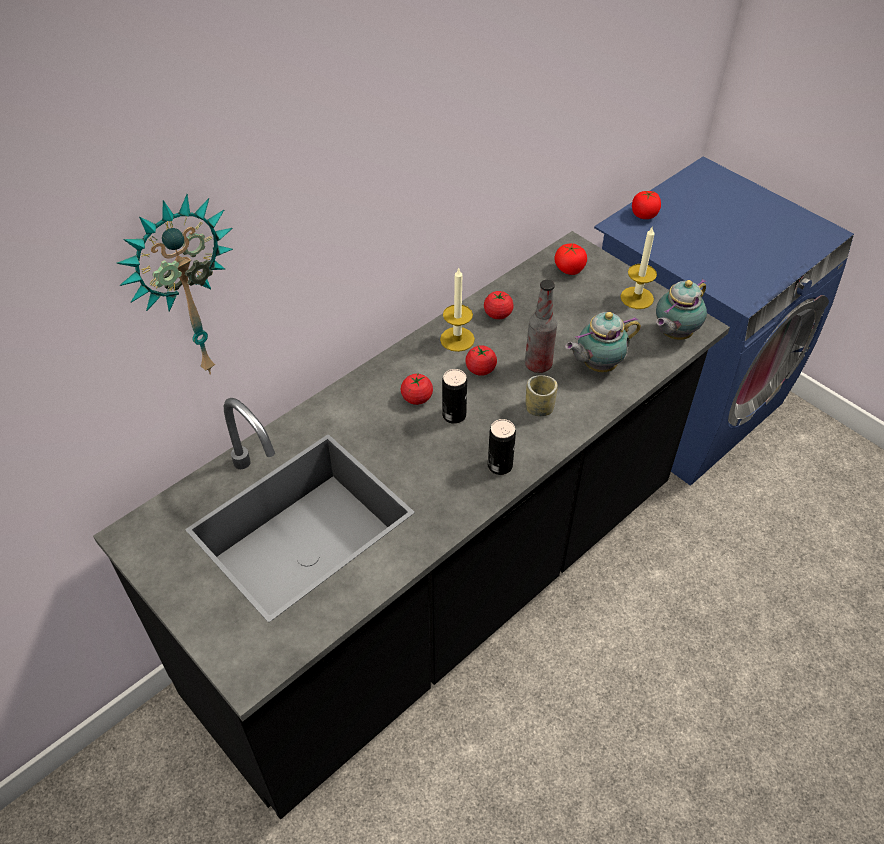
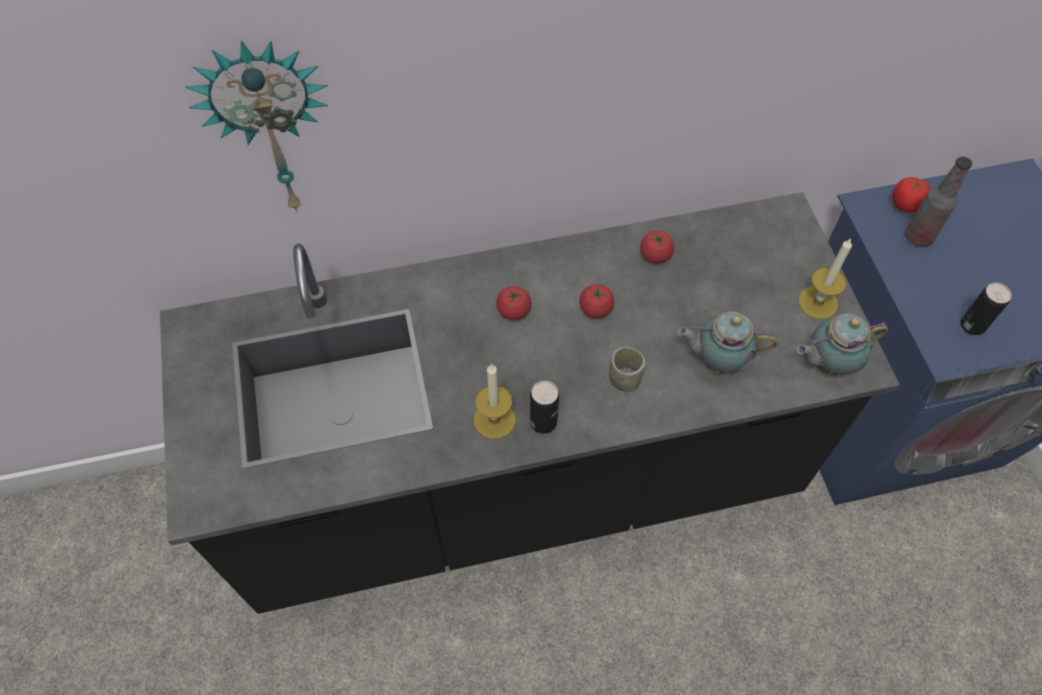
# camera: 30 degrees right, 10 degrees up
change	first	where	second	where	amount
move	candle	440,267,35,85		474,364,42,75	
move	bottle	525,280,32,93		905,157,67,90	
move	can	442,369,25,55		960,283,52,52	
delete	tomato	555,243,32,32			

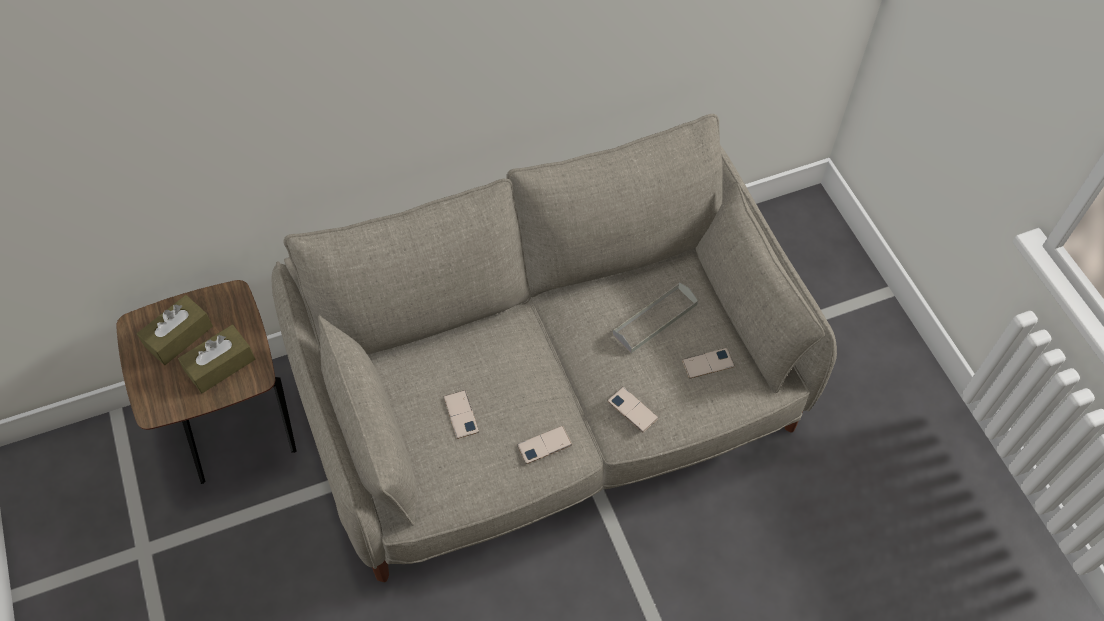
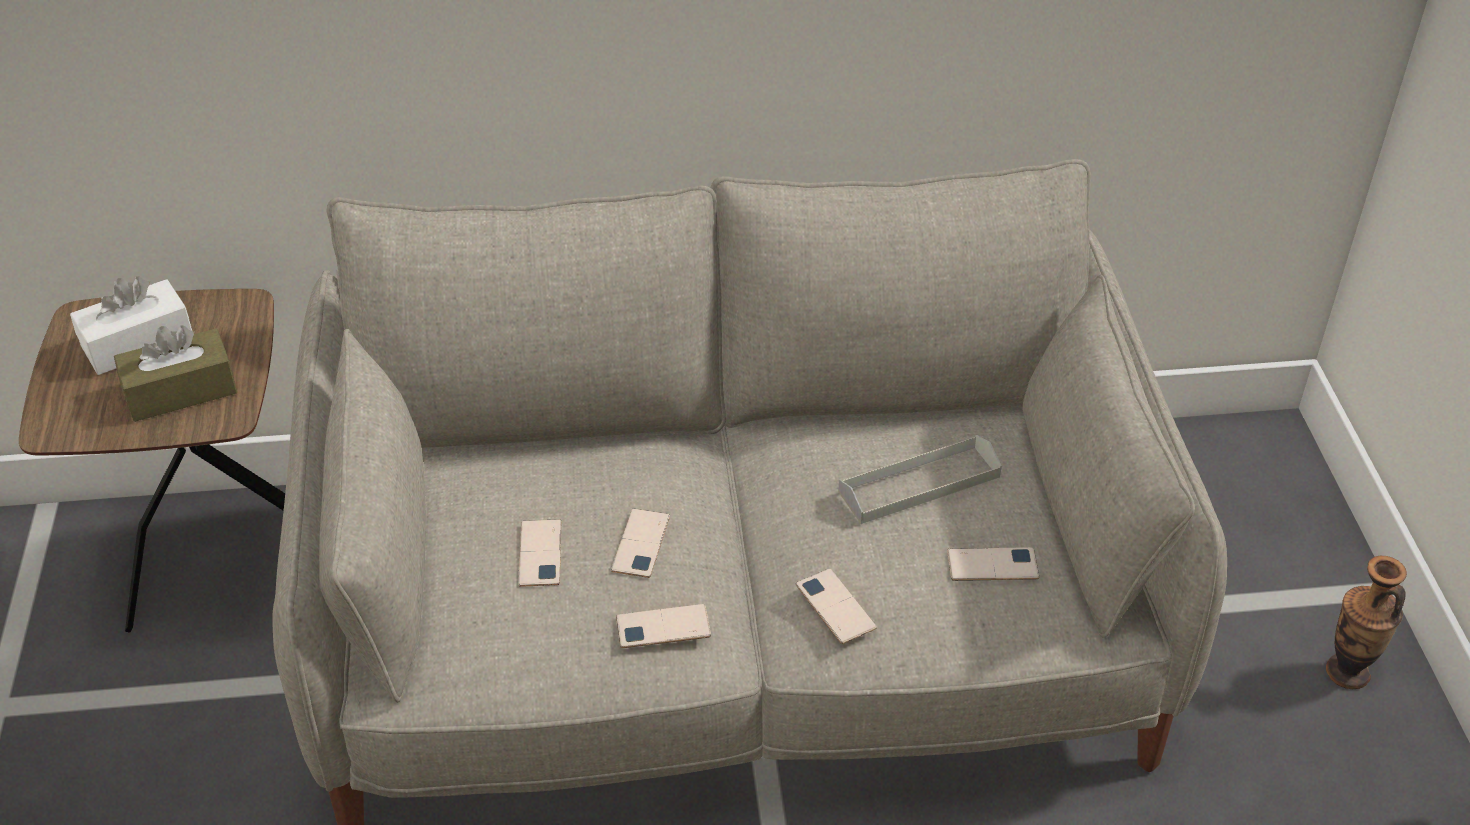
# camera: 15 degrees right, 15 degrees down
change	first	where	second	where	amount
recolor	brown tissue box	137,295,76,70	white tissue box	70,276,122,99	
insert			phone	611,508,59,70	
insert			vase	1326,556,81,133	

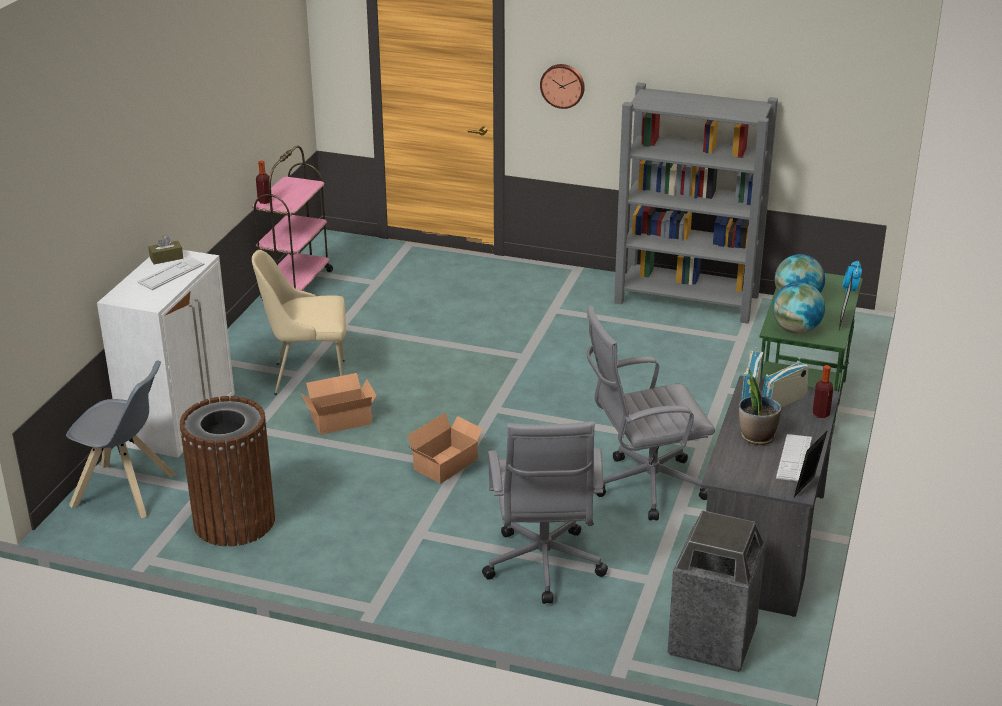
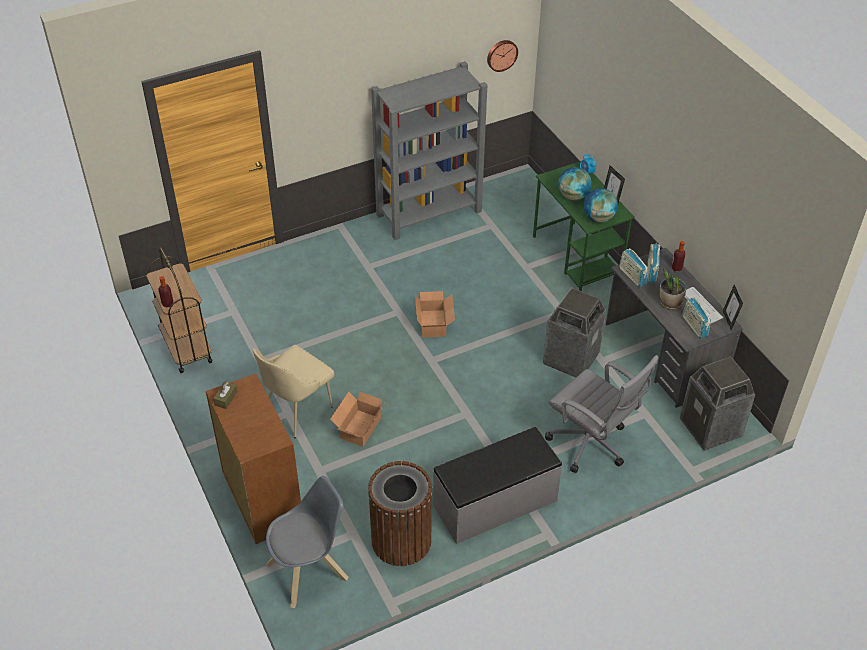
# camera: 45 degrees left, 15 degrees up
change	first	where	second	where	amount
recolor	pink cart	252,146,81,155	brown cart	146,248,67,125	
recolor	white cabinet	97,250,138,207	brown cabinet	206,374,95,170	
move	cardboard box	407,413,80,71		415,291,40,47	
insert			grey bench	433,427,129,117	
move	wall clock	540,64,45,45		487,40,31,32	
replace	grey office chair	587,305,128,215	trash can	543,287,63,91	
insert			radio	682,297,29,42	
delete	keyboard	137,256,68,34			

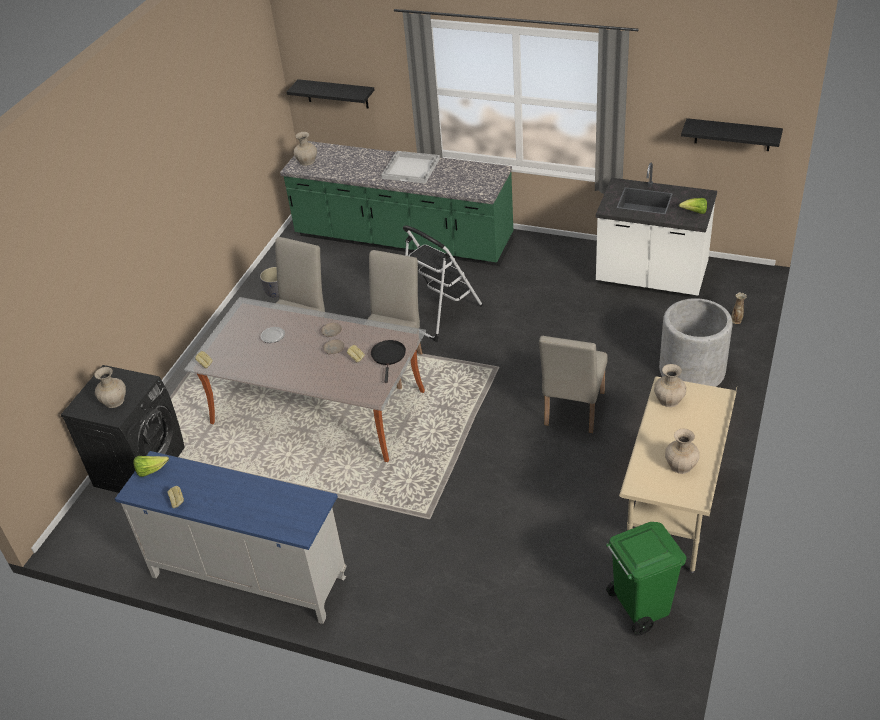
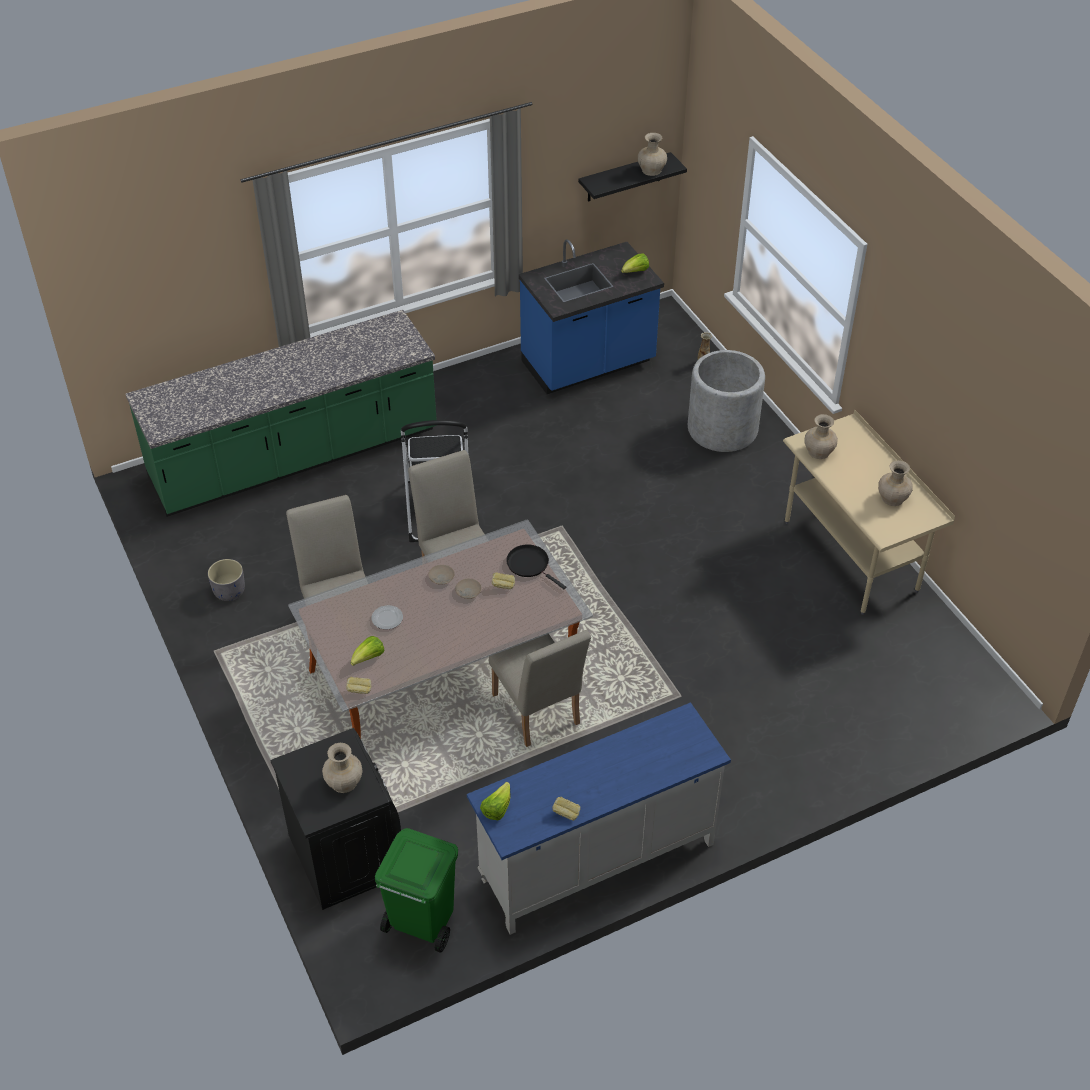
# camera: 50 degrees left, 5 degrees up
change	first	where	second	where	amount
insert			lettuce	351,636,33,30	
move	green trash can	606,522,81,114		375,828,83,125	
move	beige chair	539,336,69,97		489,630,102,117	
recolor	white counter	596,162,121,137	blue counter	519,239,145,155	
move	beige vase	294,132,23,34		638,133,29,43	
delete	black shelf	287,79,87,30			
delete	white tray	381,151,59,33			

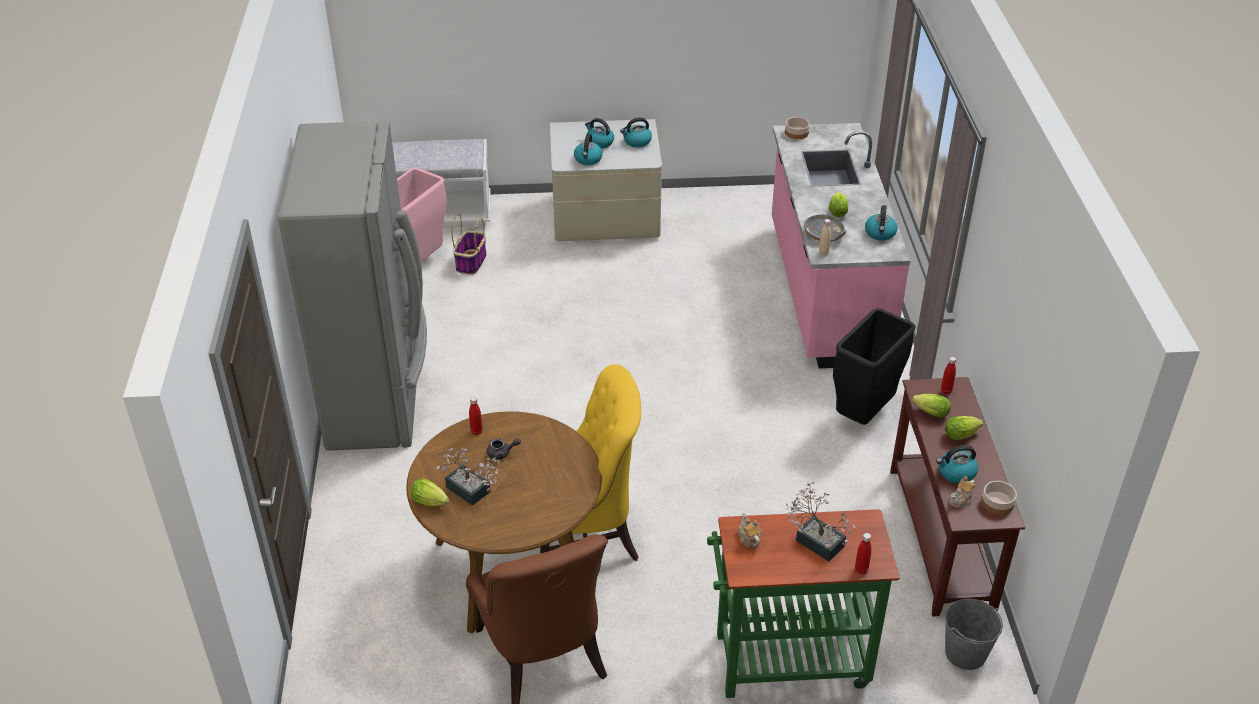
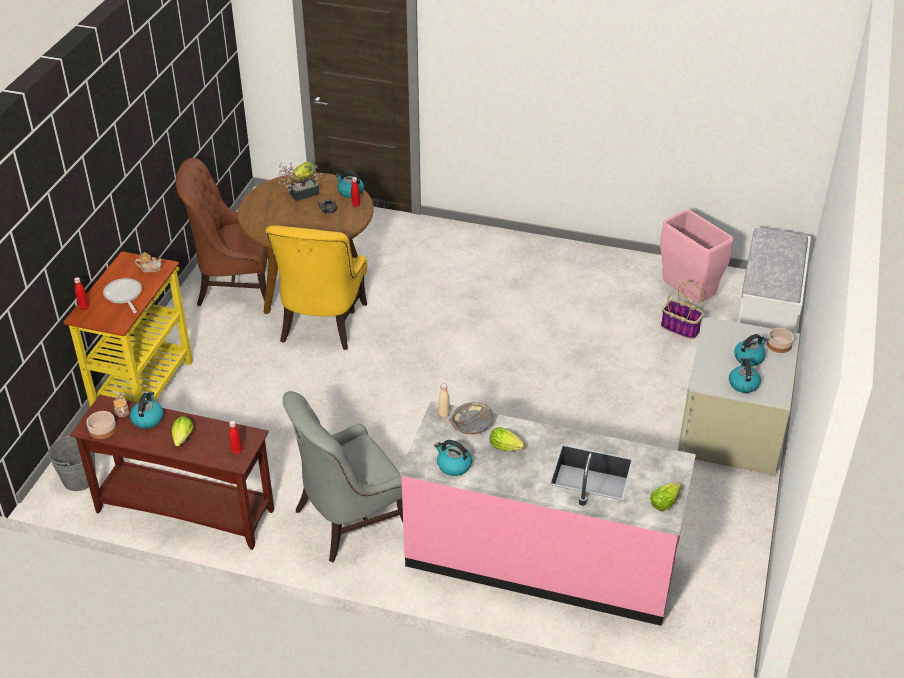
# camera: 110 degrees right, 0 degrees up
change	first	where	second	where	amount
recolor	green cart	707,509,193,189	yellow cart	64,251,129,156	
replace	potted plant	786,482,71,79	frying pan	103,278,39,35	
replace	black trash can	833,308,82,117	grey chair	283,391,120,172	
move	kettle	574,134,29,31		335,170,29,28	
move	lettuce	912,394,39,24		650,483,31,28	
move	bowl	785,117,25,22		767,328,27,25	
delete	grey fridge	278,120,149,331			

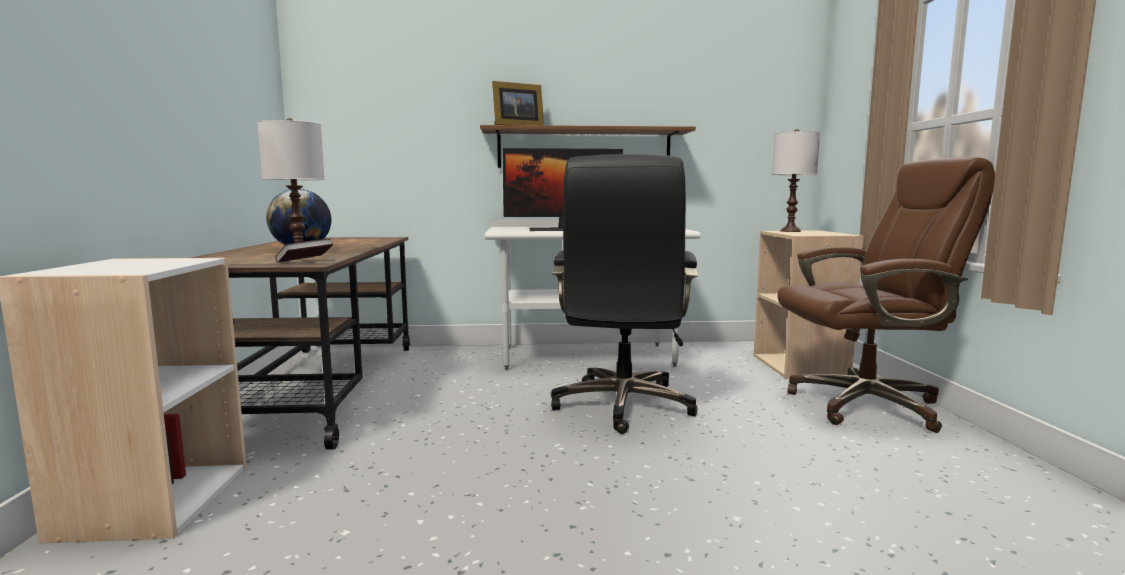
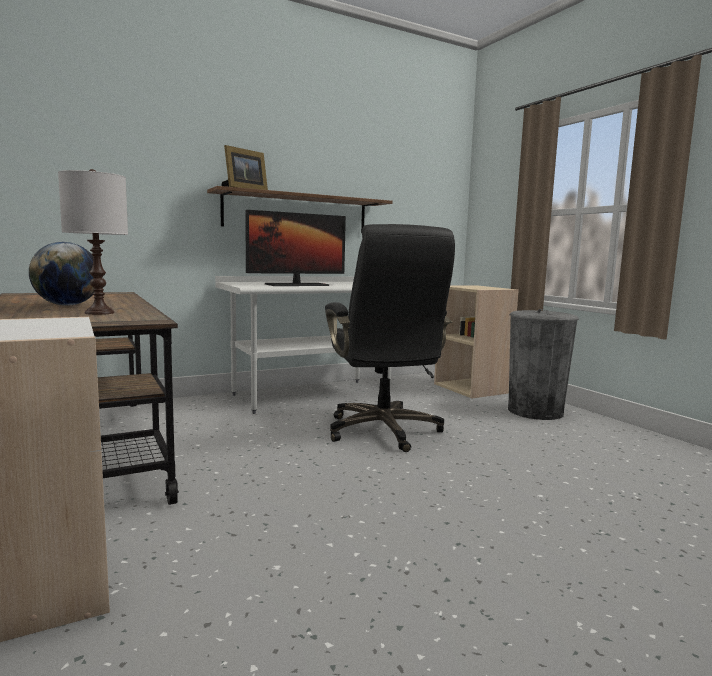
# camera: 25 degrees left, 0 degrees up
change	first	where	second	where	amount
replace	brown office chair	777,157,218,276	grey trash can	508,309,71,111	
delete	book	275,239,58,24			
delete	white table lamp	772,129,48,103			

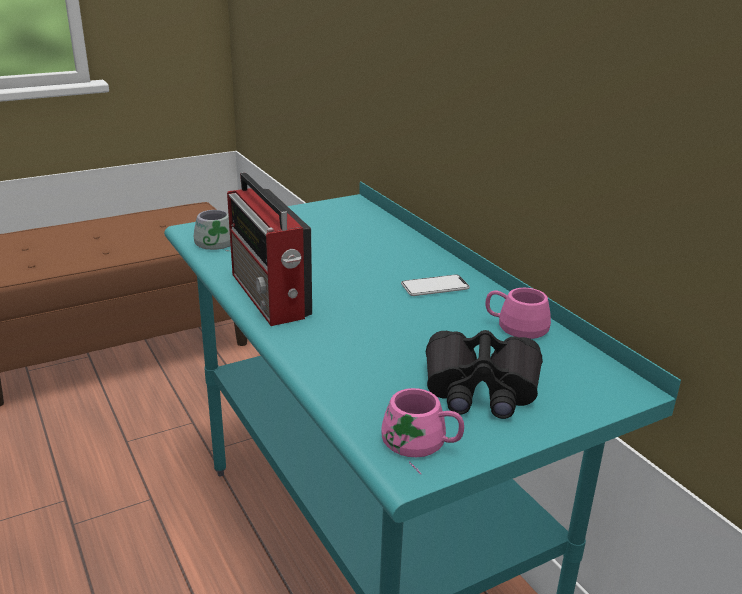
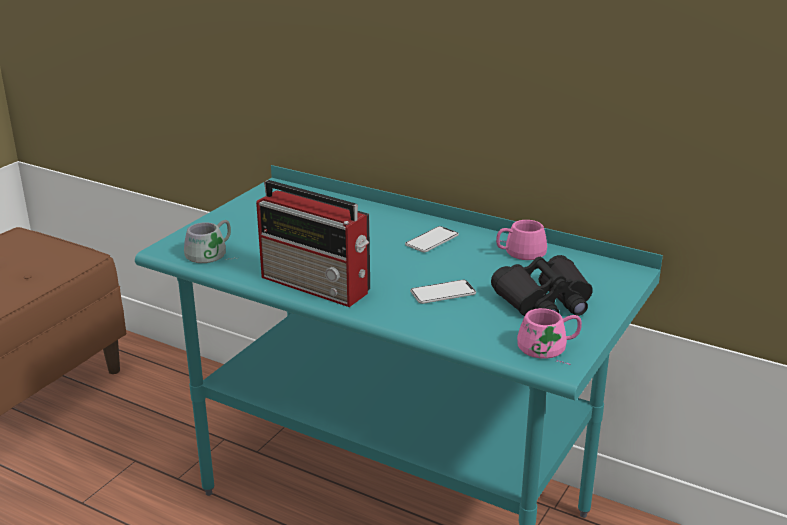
# camera: 30 degrees left, 0 degrees up
change	first	where	second	where	amount
insert			phone	410,280,66,24	

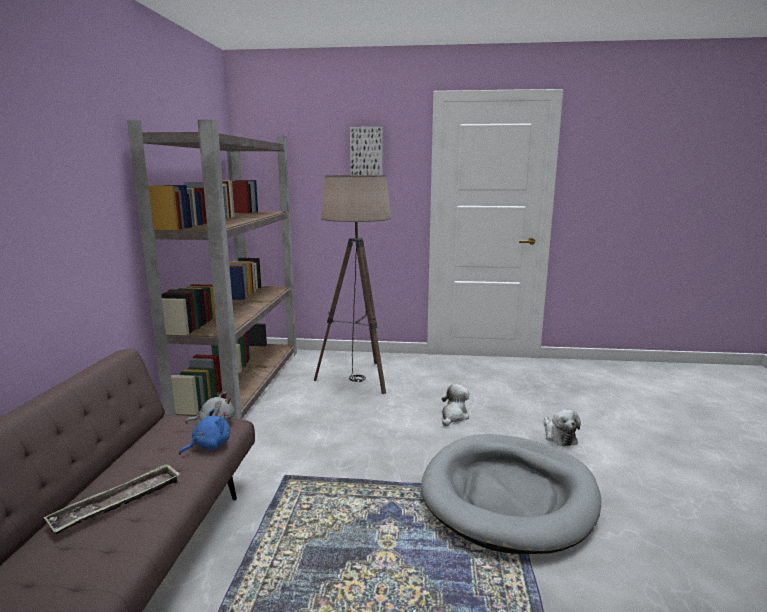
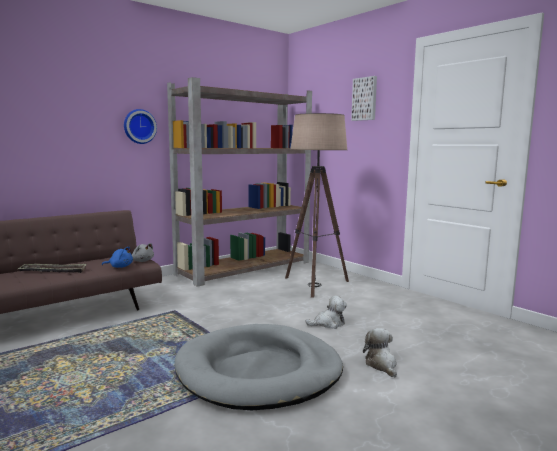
# camera: 45 degrees right, 5 degrees down
change	first	where	second	where	amount
insert			wall clock	124,109,33,35	
rotate	plush toy	544,409,37,37		363,328,34,50	135 degrees clockwise

